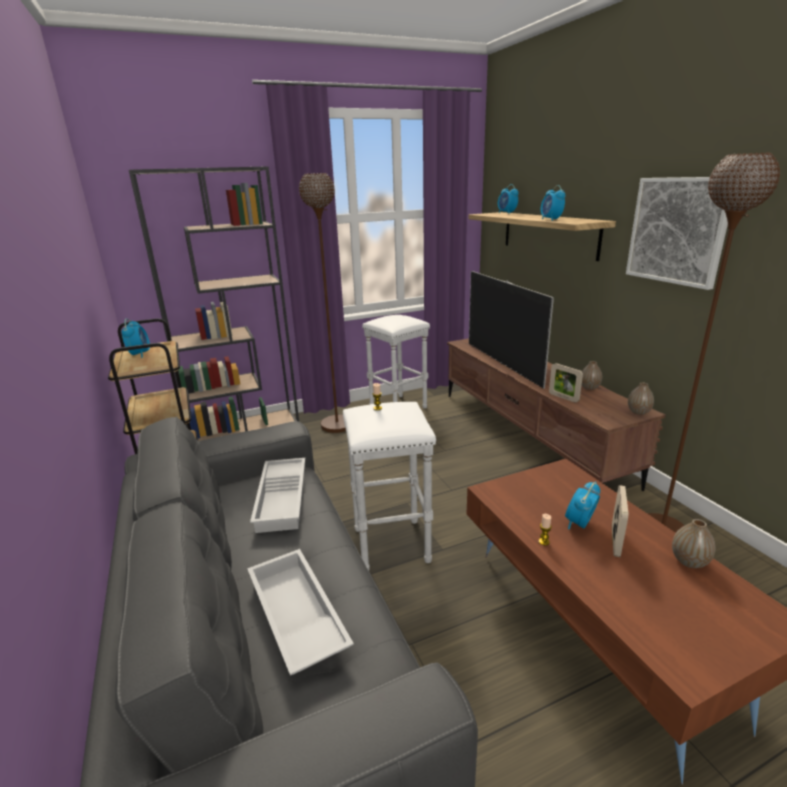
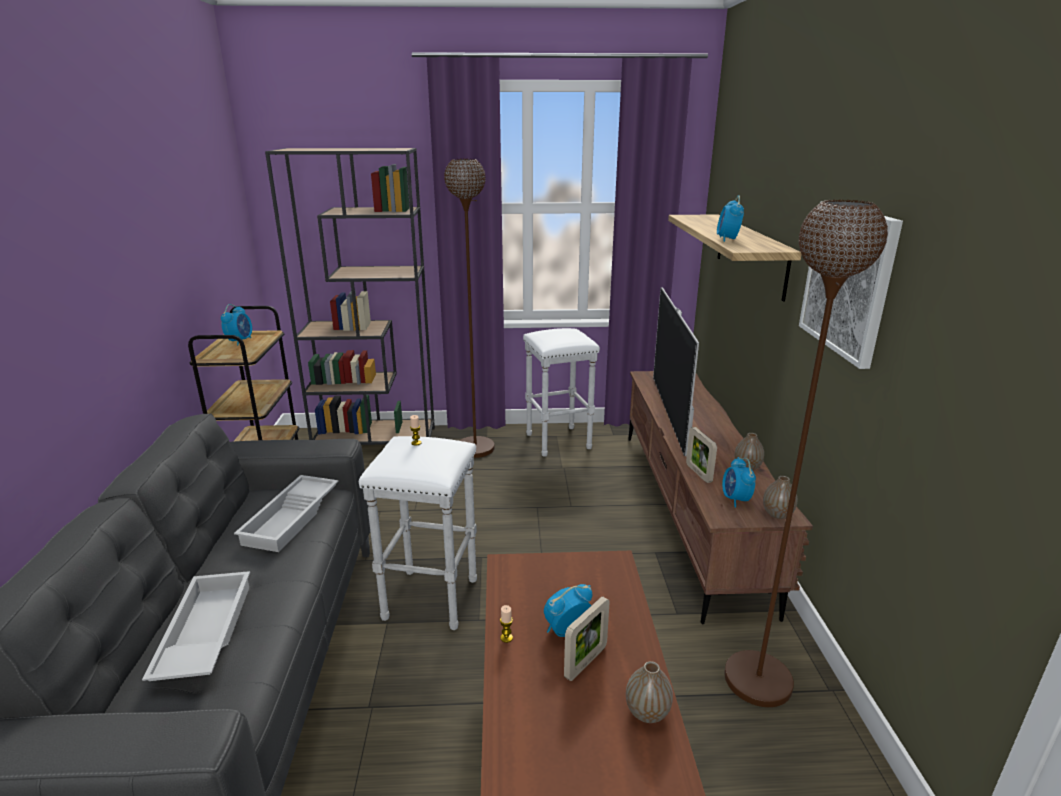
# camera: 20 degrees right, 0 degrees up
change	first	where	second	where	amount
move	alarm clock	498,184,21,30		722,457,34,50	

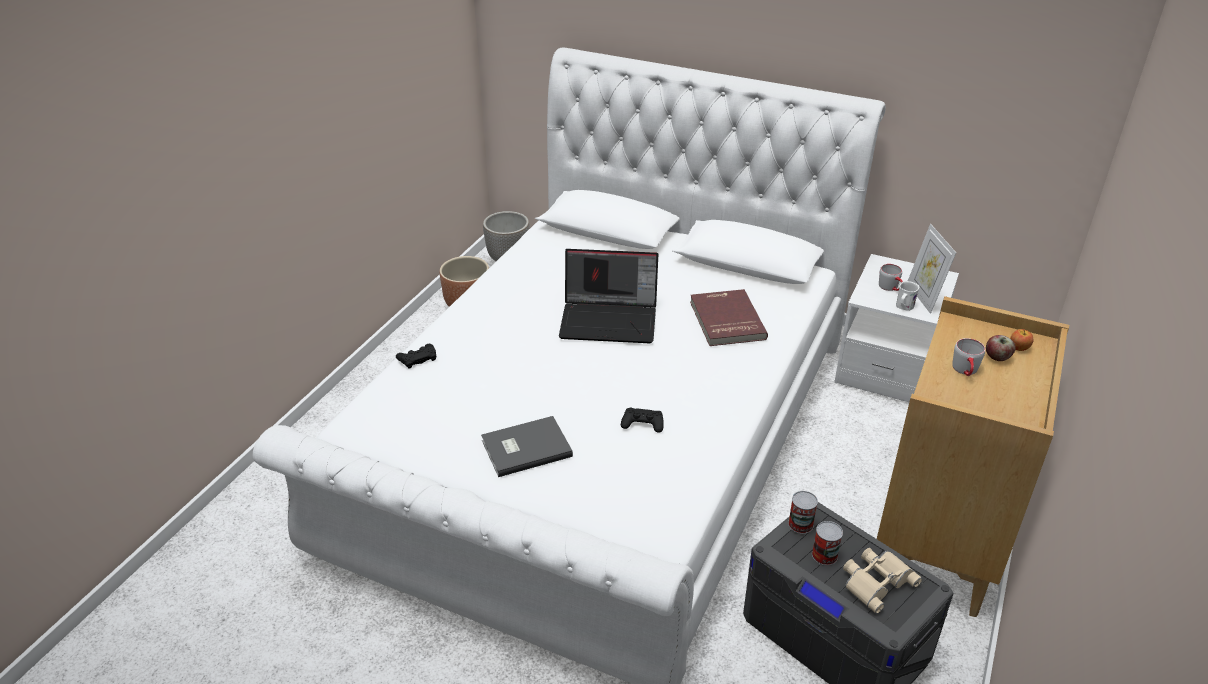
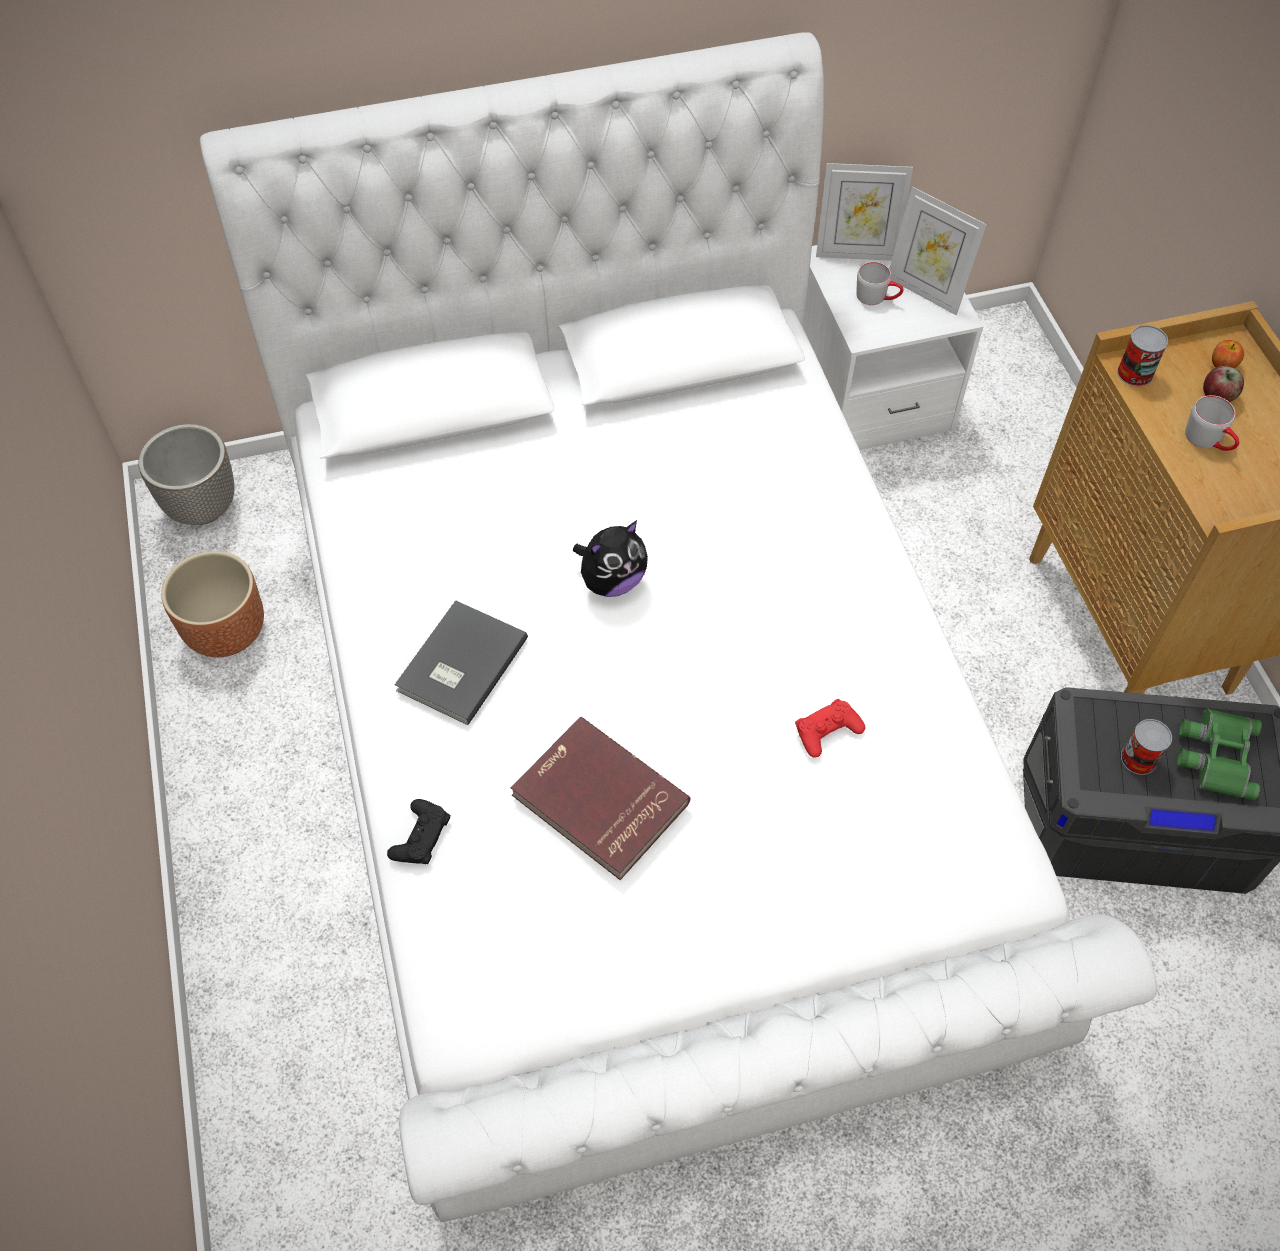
# camera: 40 degrees left, 20 degrees up
change	first	where	second	where	amount
move	grey book	481,416,92,61		395,600,133,125	
move	red book	690,289,78,57		511,717,180,163	
replace	laptop	559,249,99,94	plush toy	573,520,75,77	
recolor	black game controller	621,408,43,25	red game controller	795,699,71,59	
insert			picture frame	816,163,97,98	
move	can	788,491,30,43		1117,325,51,62	
recolor	beige binoculars	843,548,79,65	green binoculars	1177,708,85,92	
delete	white mug	896,281,23,30			

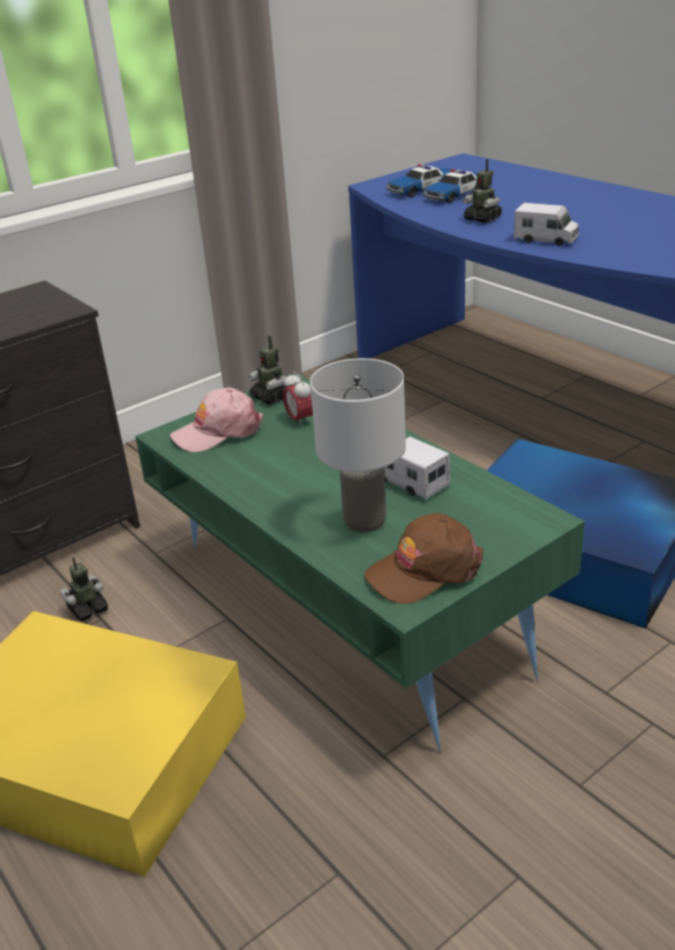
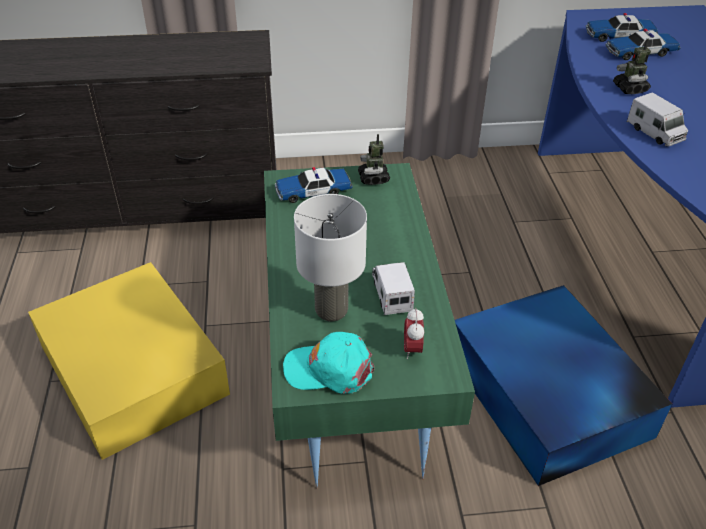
# camera: 30 degrees right, 10 degrees up
change	first	where	second	where	amount
replace	pink cap	170,387,93,65	toy car	275,167,78,36	
recolor	brown cap	364,513,119,91	turquoise cap	283,332,91,62	
move	alarm clock	283,371,30,57		404,308,20,51	
delete	toy robot	60,557,48,65			

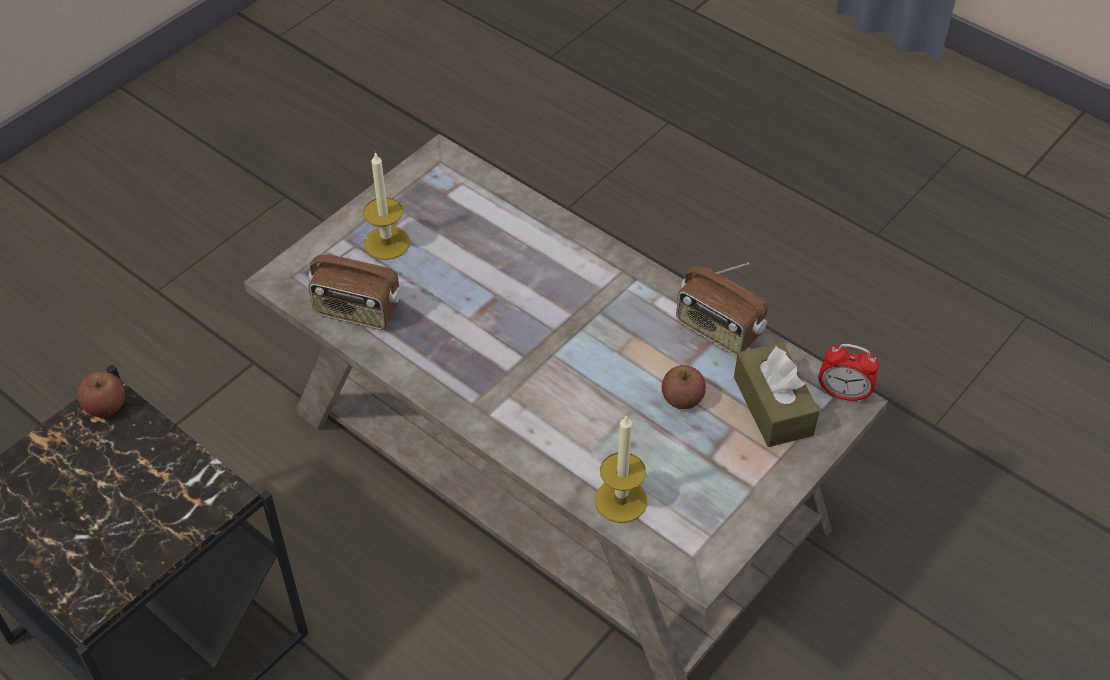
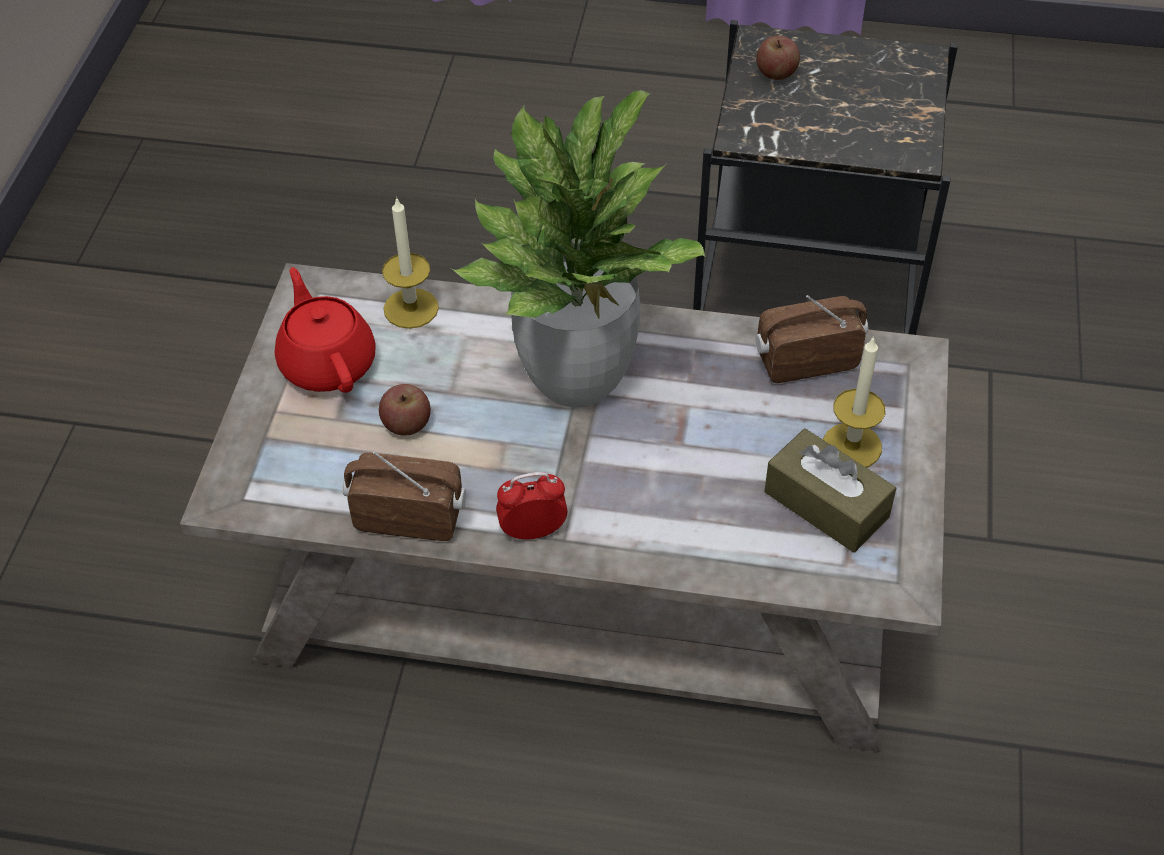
# camera: 150 degrees right, 0 degrees up
change	first	where	second	where	amount
insert			red teapot	275,267,101,126	
insert			potted plant	452,90,253,317	
move	alarm clock	819,344,60,59		496,472,71,69	
move	apple	77,372,48,45		756,36,44,44	
move	brown tissue box	734,342,85,105		765,429,131,123	

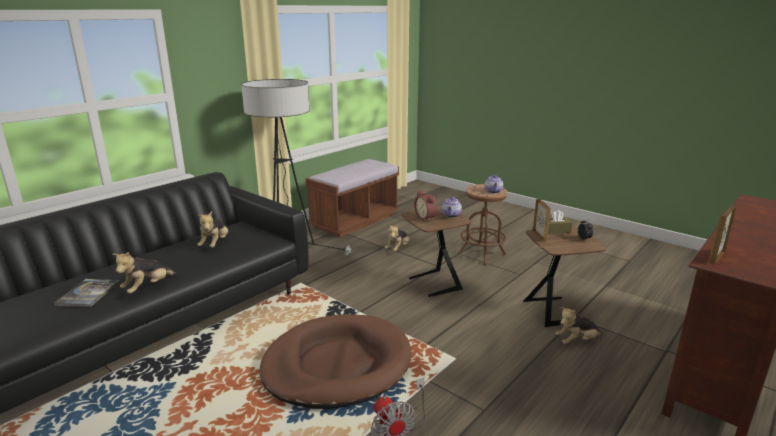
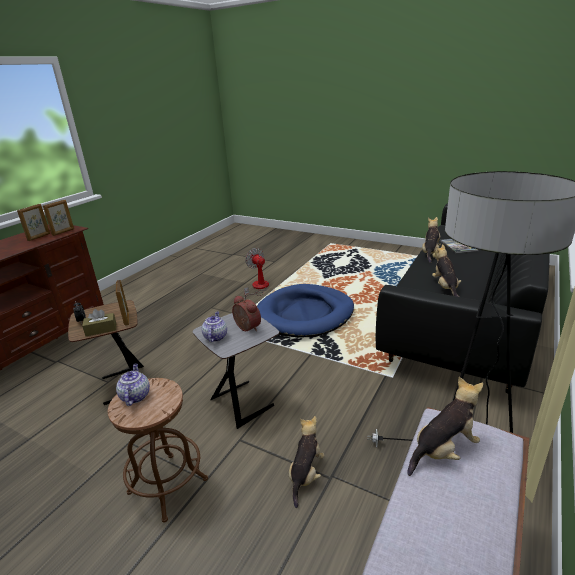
# camera: 170 degrees right, 5 degrees up
change	first	where	second	where	amount
insert			picture frame	17,204,33,37	
recolor	brown side table	401,206,71,91	grey side table	193,313,86,116	
recolor	brown dog bed	260,314,151,95	blue dog bed	257,284,97,53	
move	plush toy	556,307,46,37		408,377,75,99	

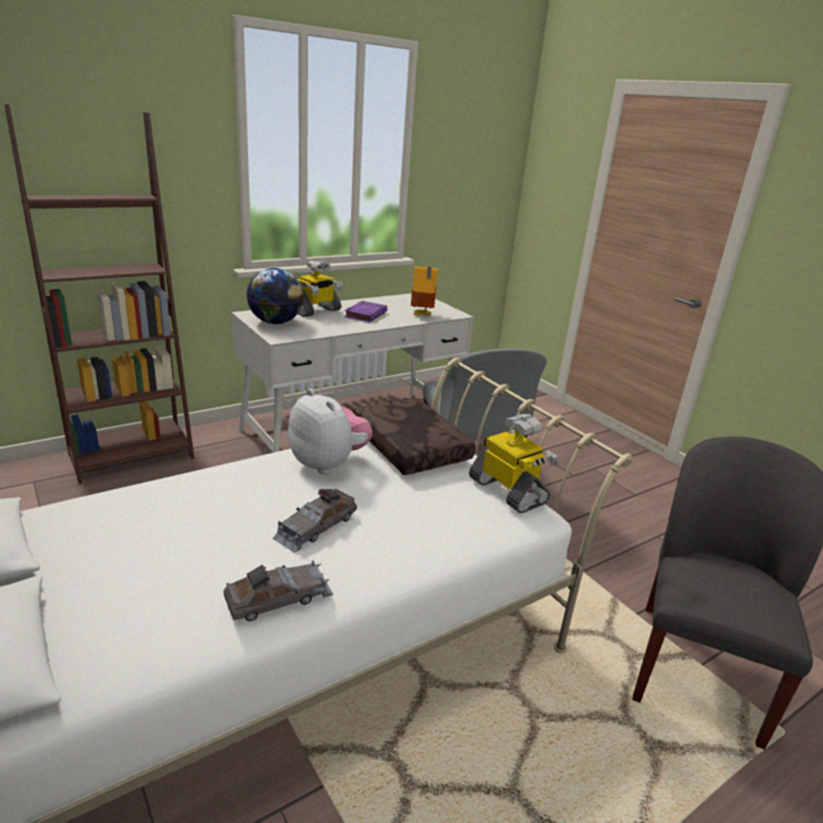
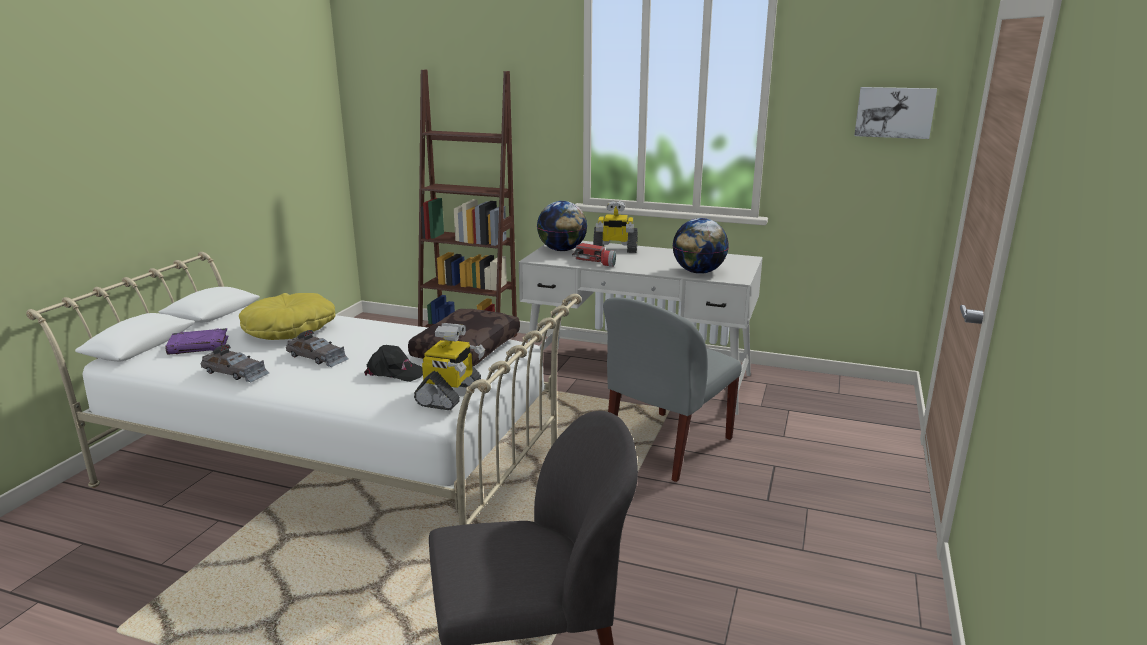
# camera: 55 degrees right, 5 degrees down
change	first	where	second	where	amount
move	purple book	345,301,43,21		166,328,63,27	
insert			yellow pillow	239,293,97,47	
rotate	grey toy car	273,488,84,65		286,330,62,37	150 degrees counterclockwise
insert			black cap	364,345,59,37	
insert			flashlight	572,243,44,24	
replace	toy house	411,267,27,49	globe	672,218,57,56	
insert			picture	854,87,83,52	
delete	plush toy	288,389,84,86			

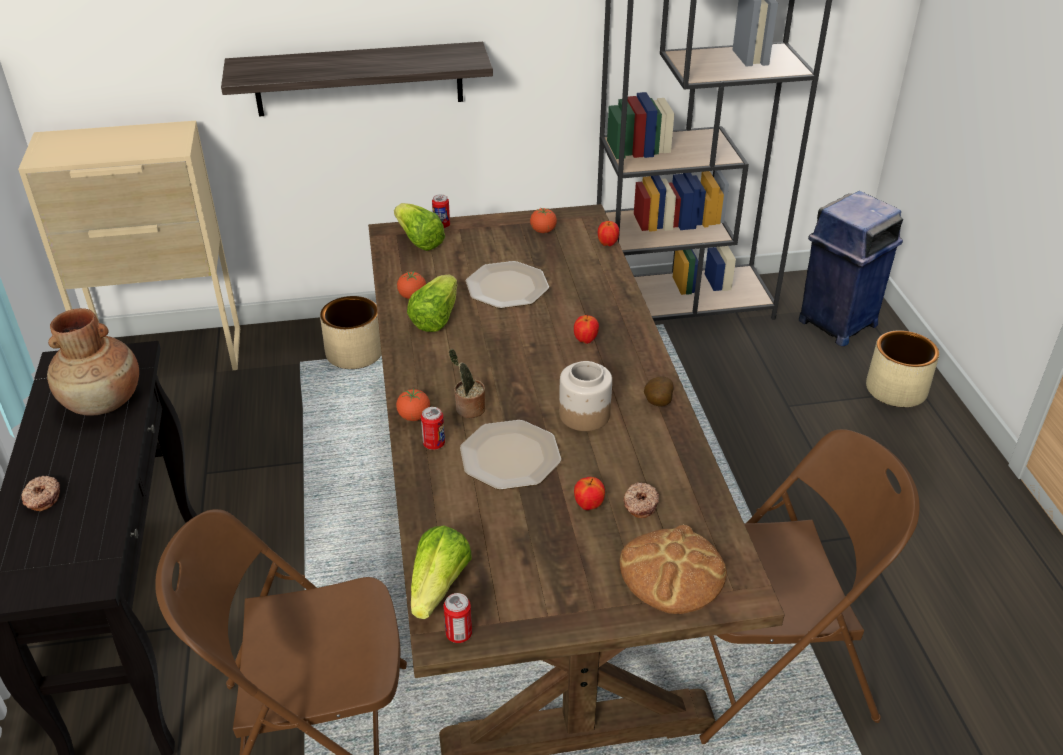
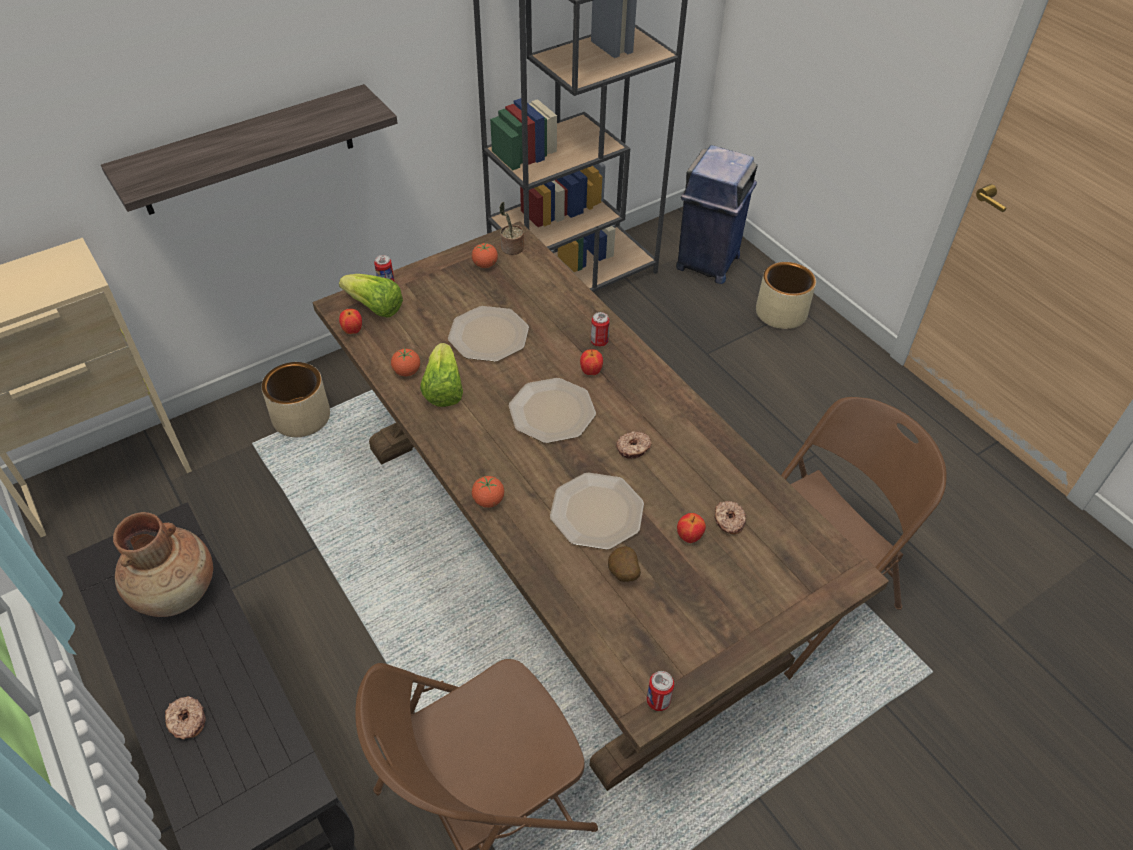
# camera: 25 degrees left, 10 degrees up
change	first	where	second	where	amount
move	apple	598,221,21,25		339,309,23,25	
move	potted plant	449,349,37,69		500,202,24,53	
insert			plate	509,378,87,65	
move	can	421,407,24,43		591,312,19,35	
move	potato	644,376,30,30		608,546,33,36	
replace	jar	559,361,53,70	donut	616,431,36,28	
delete	lettuce	411,525,61,94			
delete	bread	620,525,107,89			

